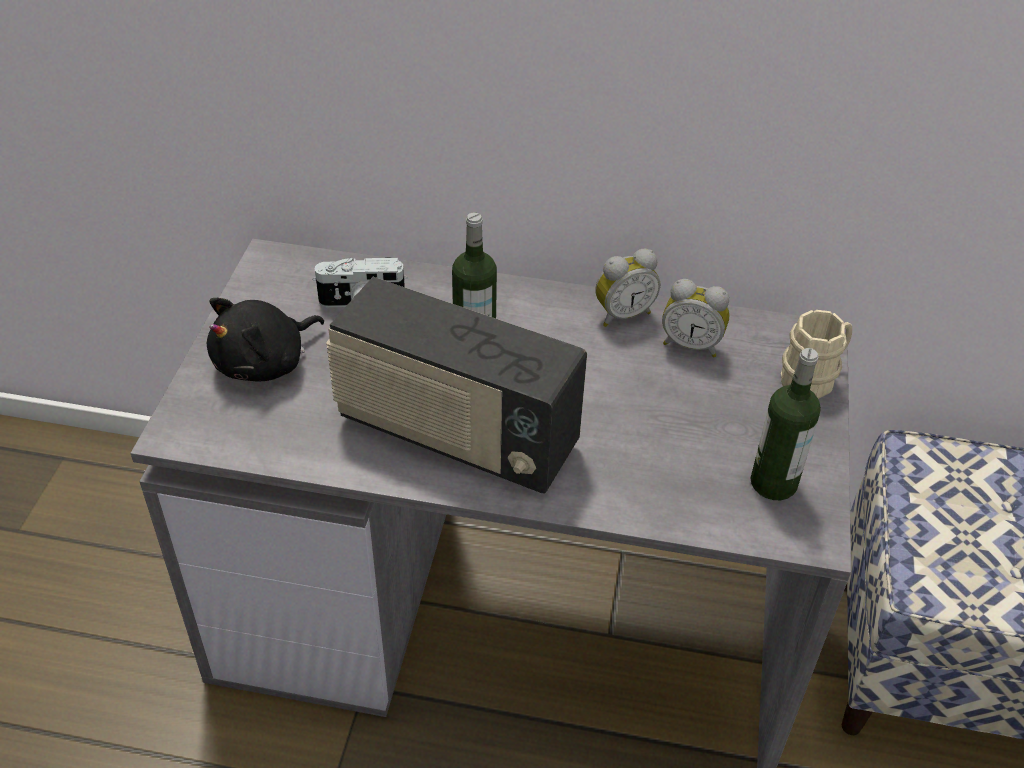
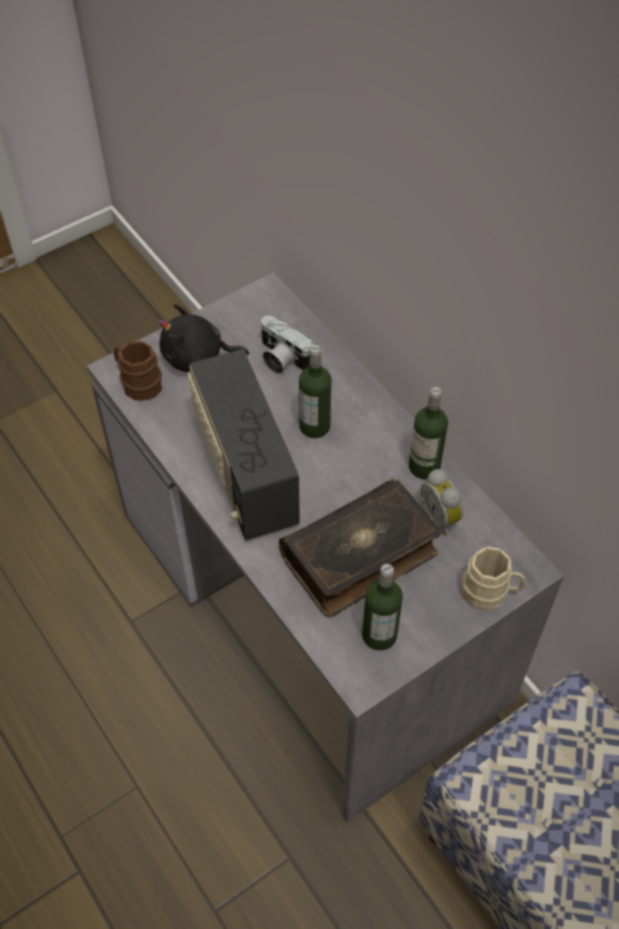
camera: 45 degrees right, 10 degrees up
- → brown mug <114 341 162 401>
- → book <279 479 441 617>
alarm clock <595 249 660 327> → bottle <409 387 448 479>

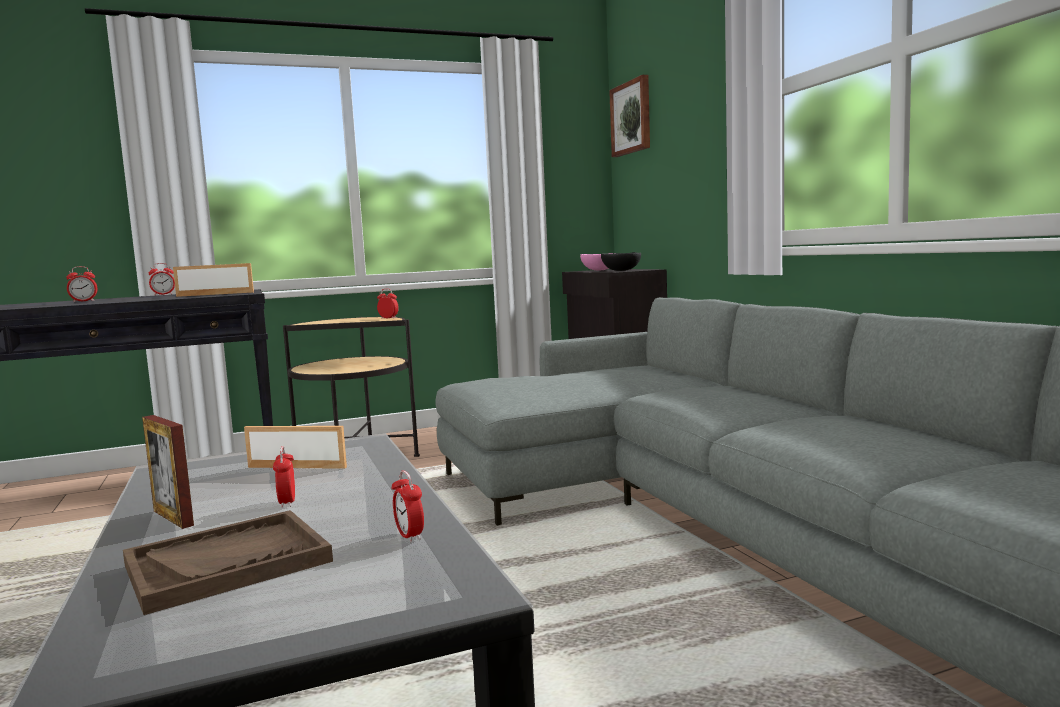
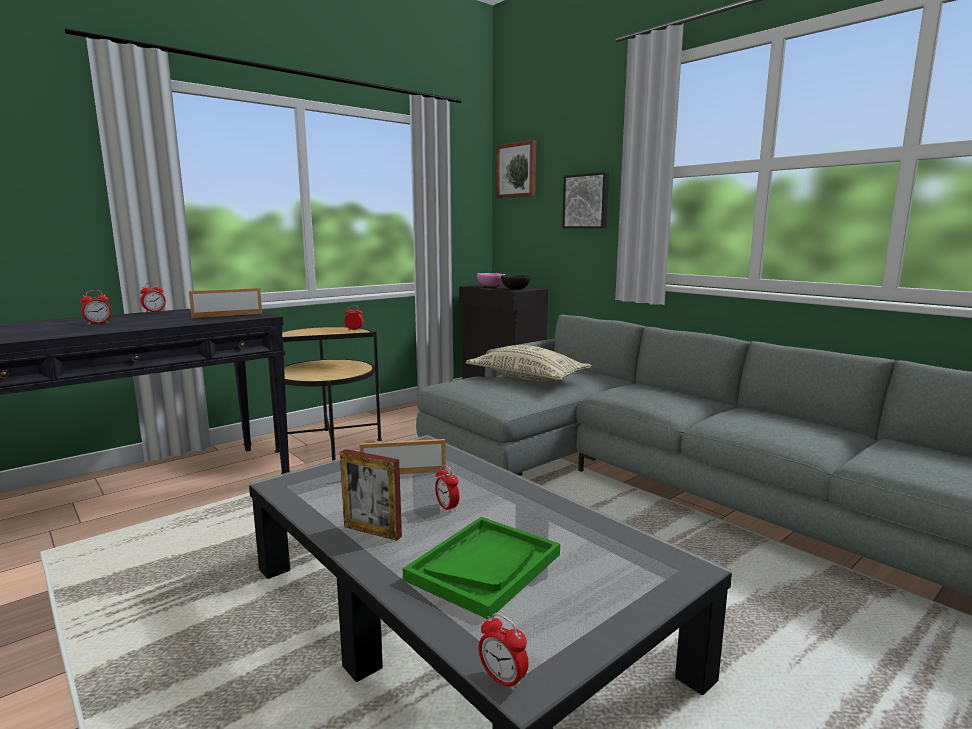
camera: 20 degrees left, 5 degrees up
- → beige pillow <466 345 592 381>
- → picture <562 172 609 228>
alarm clock <392 470 424 542> → alarm clock <479 613 529 691>, moved
brown tray <123 510 333 615> → green tray <403 517 560 619>

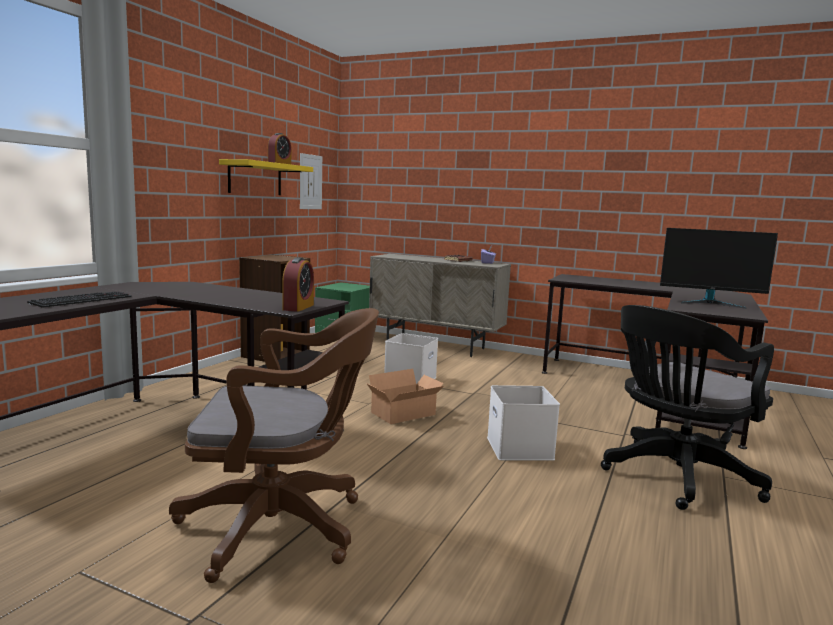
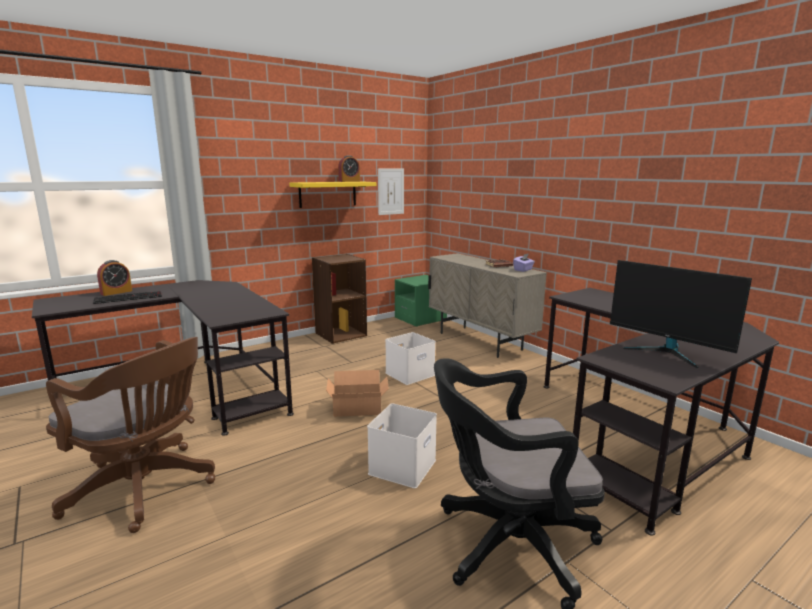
camera: 30 degrees right, 5 degrees up
alarm clock <282 257 314 312> → alarm clock <97 260 132 296>, moved

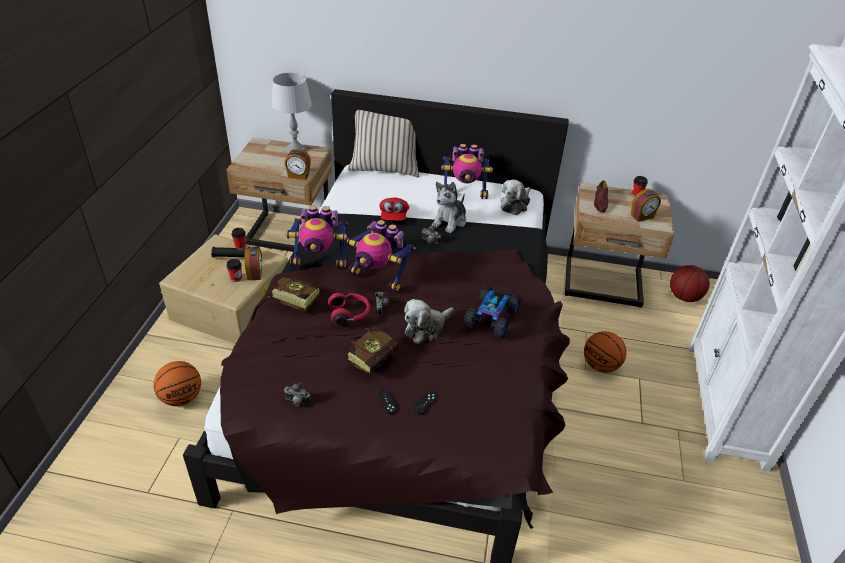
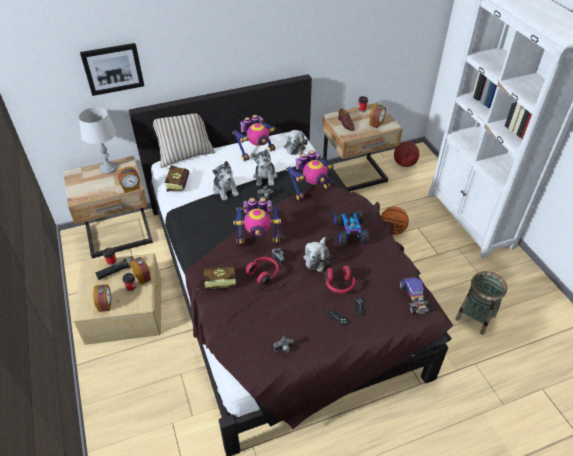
camera: 30 degrees left, 5 degrees up
basketball <154 361 201 406> → -
- → picture <80 43 144 96>
- → alarm clock <93 285 112 312>
- → red headphones <324 266 355 293>
- → toy car <400 277 432 314>
- → basket <456 271 507 335>
toy robot <285 205 348 269> → toy robot <286 150 334 201>, moved
book <347 325 399 374> → book <165 166 189 192>, moved
red cap <379 198 409 221> → plush toy <213 161 239 201>

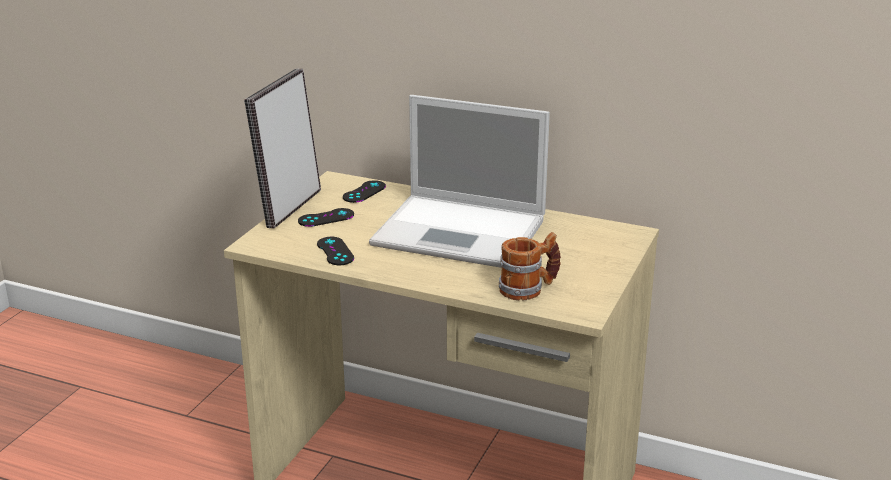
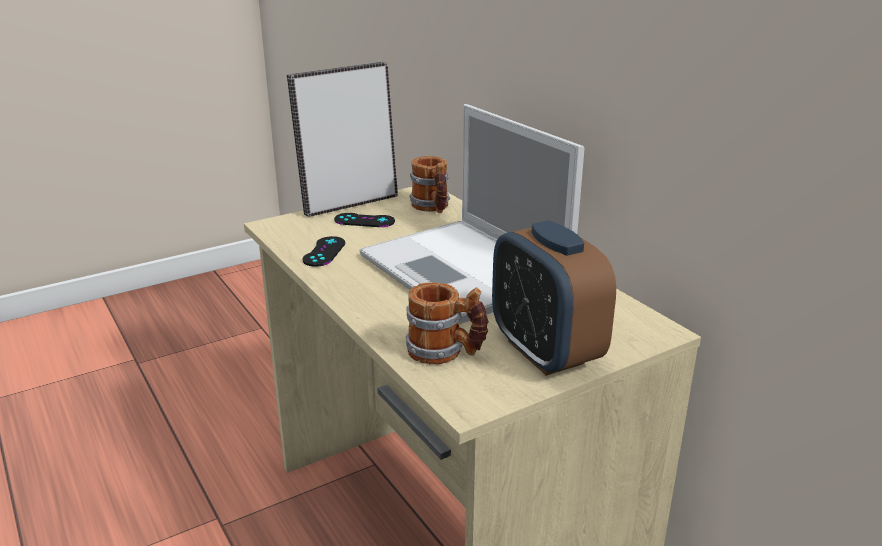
camera: 35 degrees right, 0 degrees up
- → alarm clock <492 220 616 376>
black game controller <343 180 386 203> → mug <409 156 450 213>

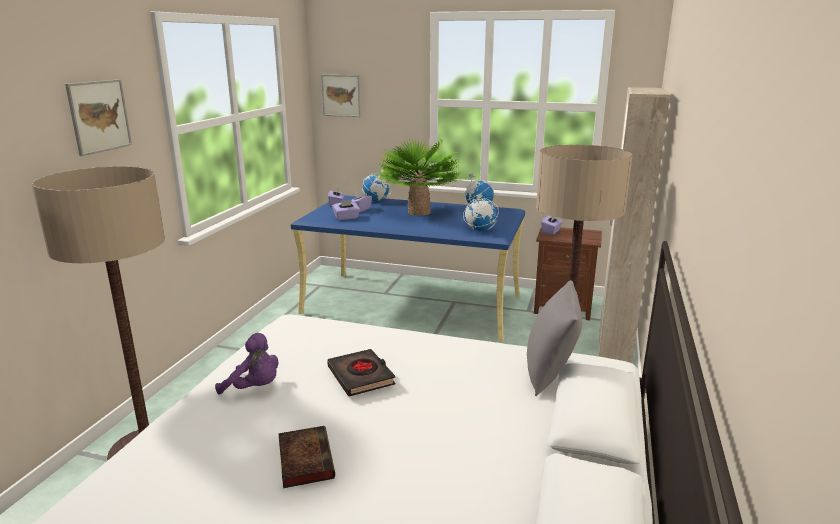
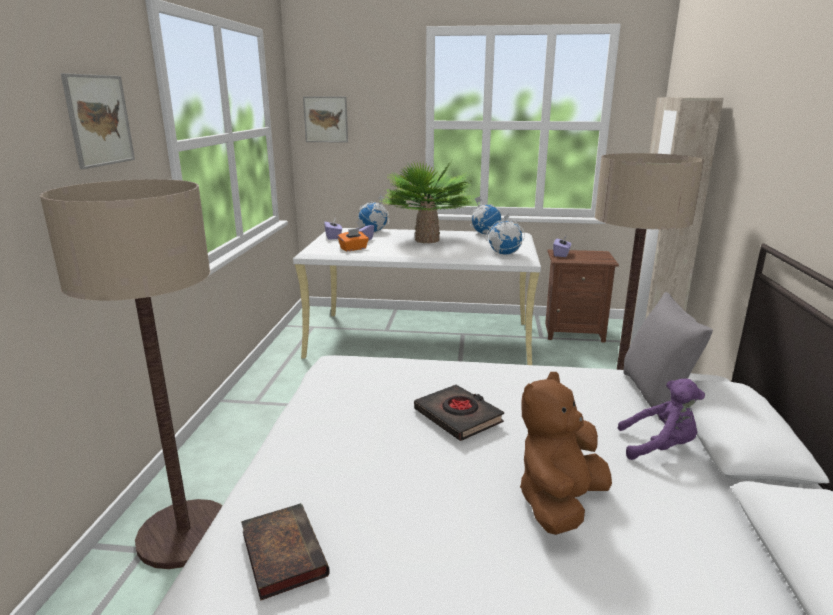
camera: 10 degrees left, 0 degrees up
- → brown plush toy <520 372 612 535>
purple plush toy <215 333 279 395> → purple plush toy <618 379 705 460>, moved
book <278 426 335 488> → book <241 503 330 601>, moved
blue desk <291 195 525 342> → white desk <293 228 541 365>
purple tissue box <332 200 360 220> → orange tissue box <338 228 369 251>

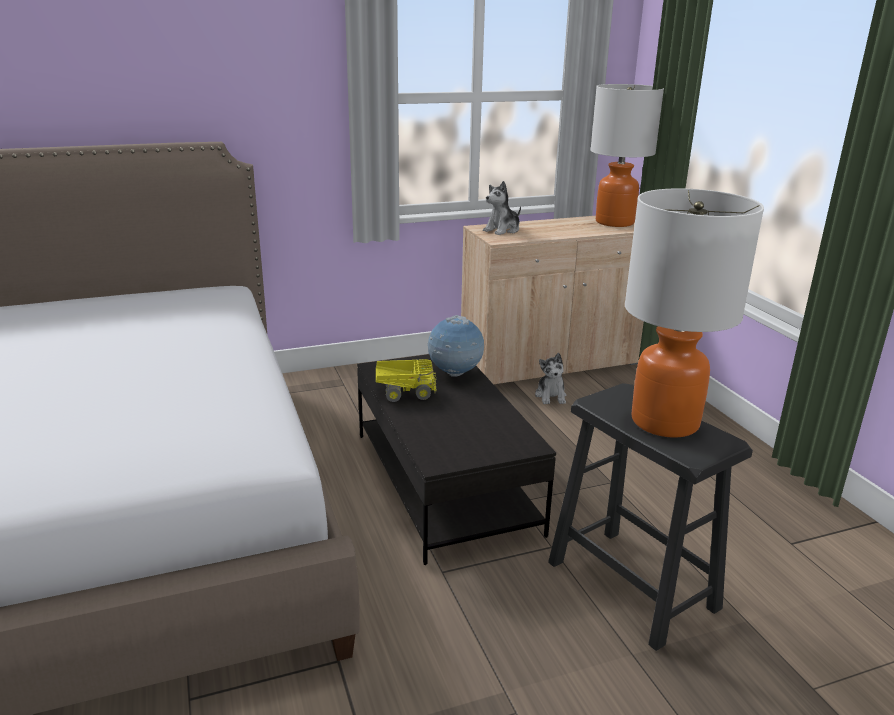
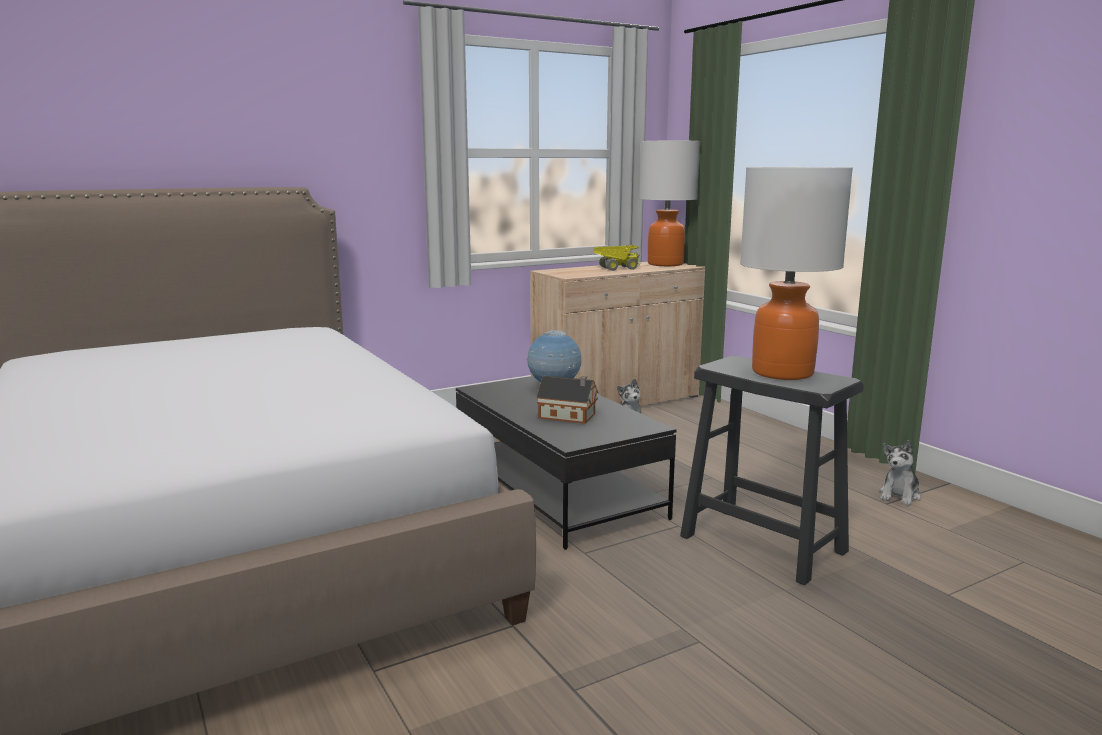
camera: 10 degrees left, 10 degrees down
- → toy house <536 376 598 424>
toy truck <376 359 437 402> → toy truck <593 245 640 271>, moved
plush toy <483 181 521 235> → plush toy <880 440 921 506>, moved

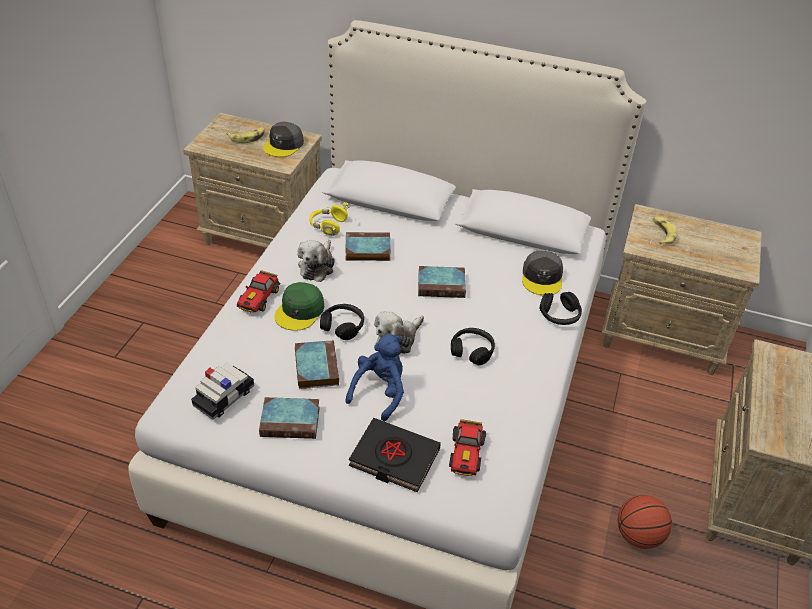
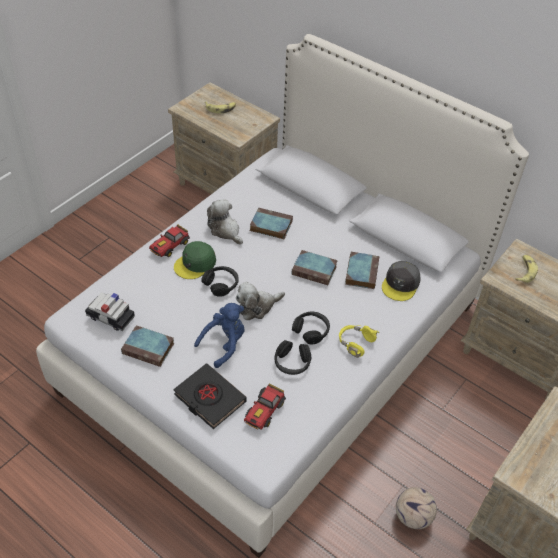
camera: 20 degrees right, 5 degrees up
grey cap <263 122 304 157> → -
book <295 340 339 389> → book <345 252 379 289>, moved
yellow headphones <309 202 349 236> → yellow headphones <339 325 379 358>, moved
black headphones <539 292 582 325> → black headphones <274 340 311 375>, moved
basketball <617 495 672 549> → football <396 487 437 529>
toy car <191 363 254 420> → toy car <85 292 135 331>, 120 degrees counterclockwise
plush toy <297 240 335 282> → plush toy <207 199 243 245>, 105 degrees clockwise

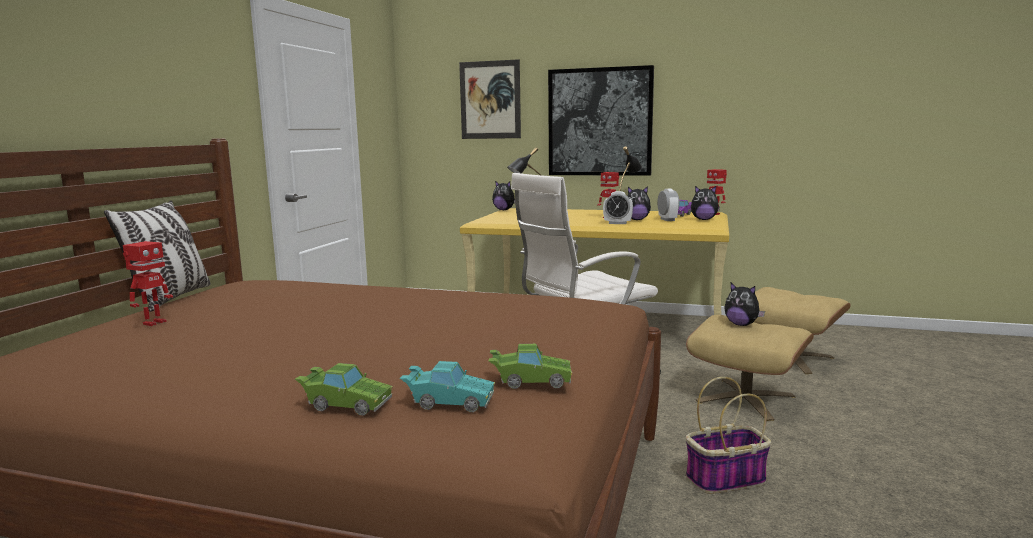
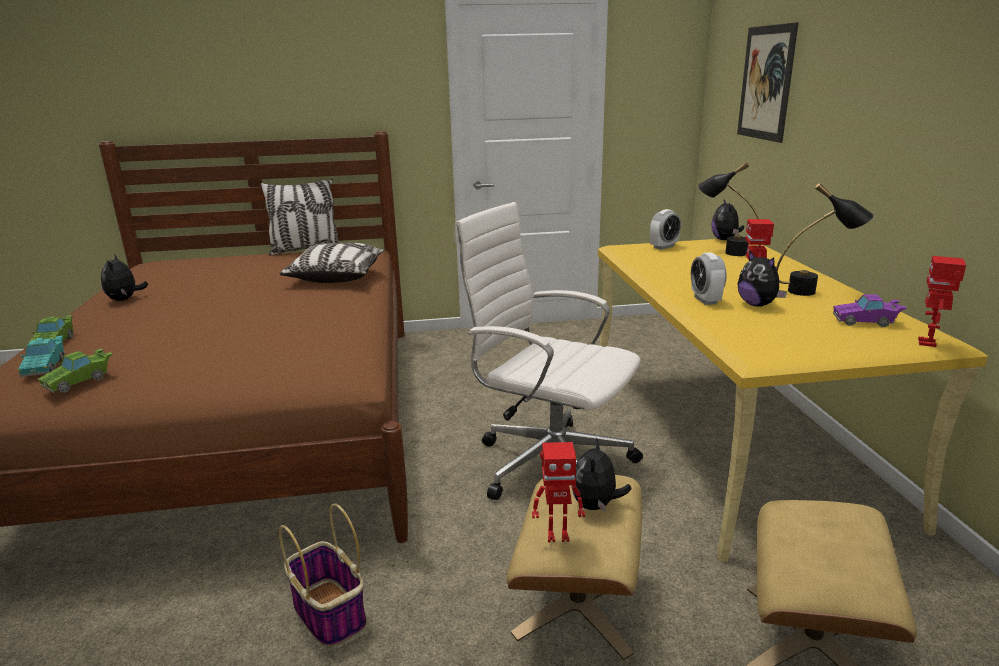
camera: 65 degrees right, 10 degrees up
picture <548 65 654 176> → -
- → pillow <280 243 384 283>
toy robot <123 241 173 326> → toy robot <532 442 585 542>, moved
alarm clock <657 189 679 221> → alarm clock <650 209 681 250>, moved
plush toy <691 186 720 220> → plush toy <101 254 148 301>, moved
green toy car <489 344 572 389> → green toy car <38 349 113 393>, 60 degrees clockwise

